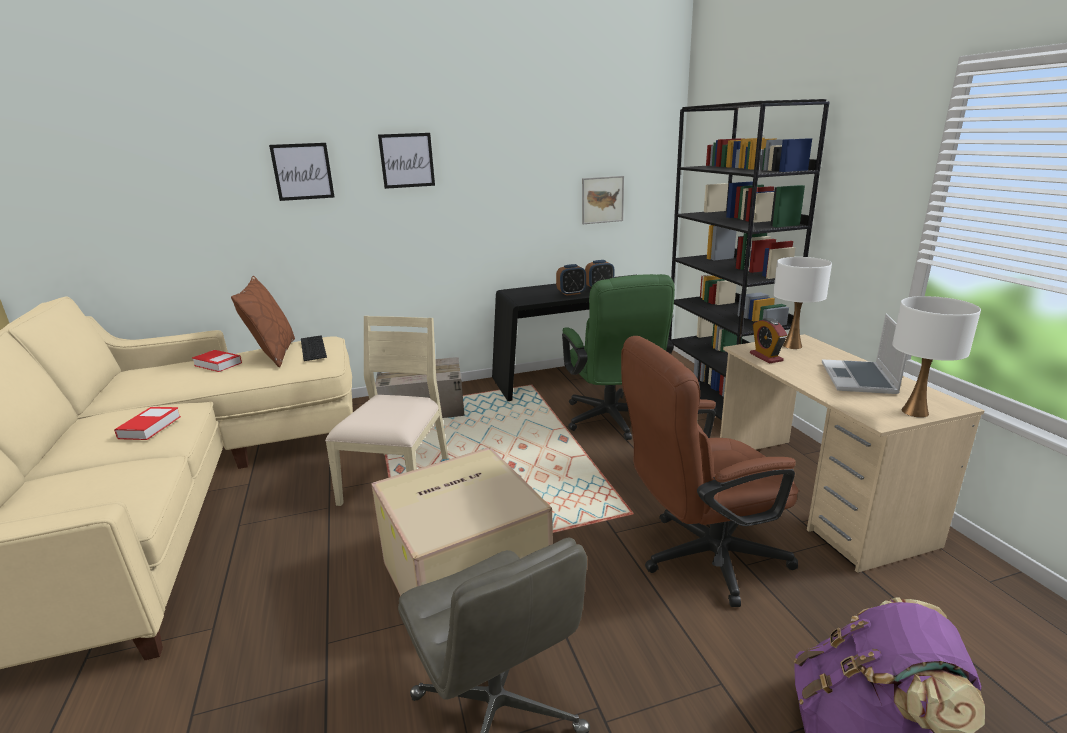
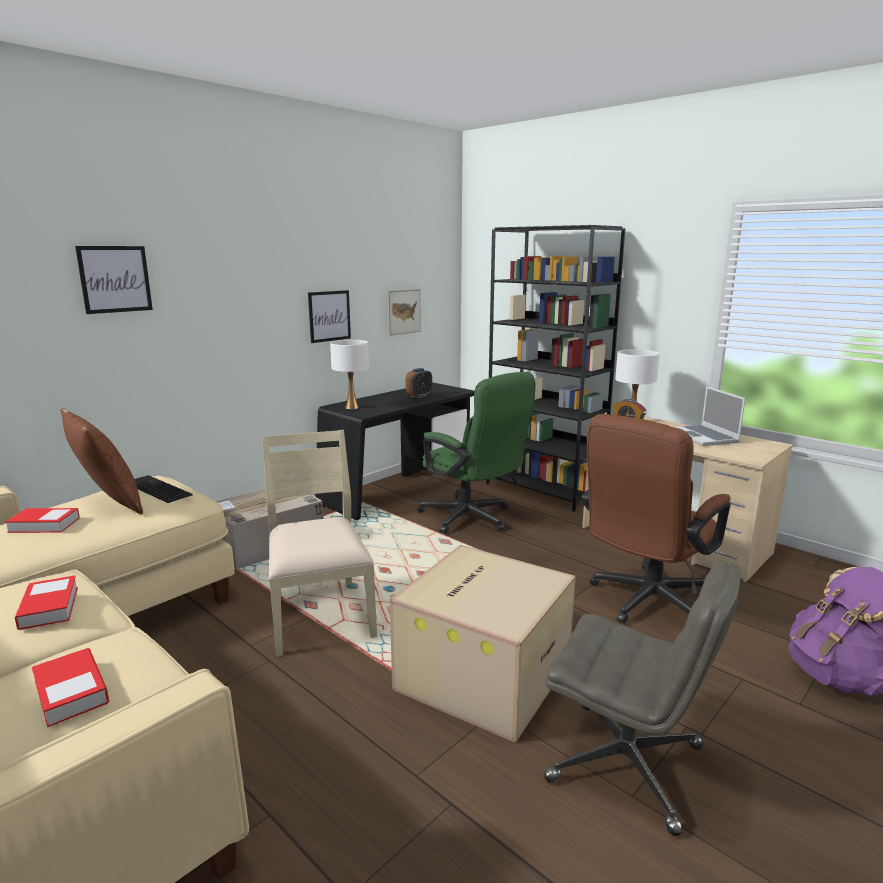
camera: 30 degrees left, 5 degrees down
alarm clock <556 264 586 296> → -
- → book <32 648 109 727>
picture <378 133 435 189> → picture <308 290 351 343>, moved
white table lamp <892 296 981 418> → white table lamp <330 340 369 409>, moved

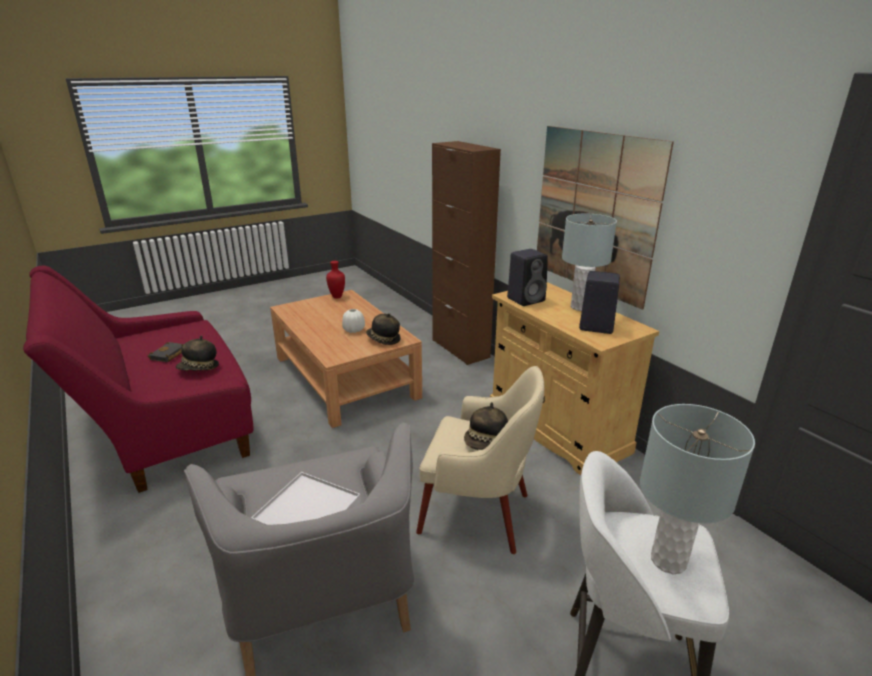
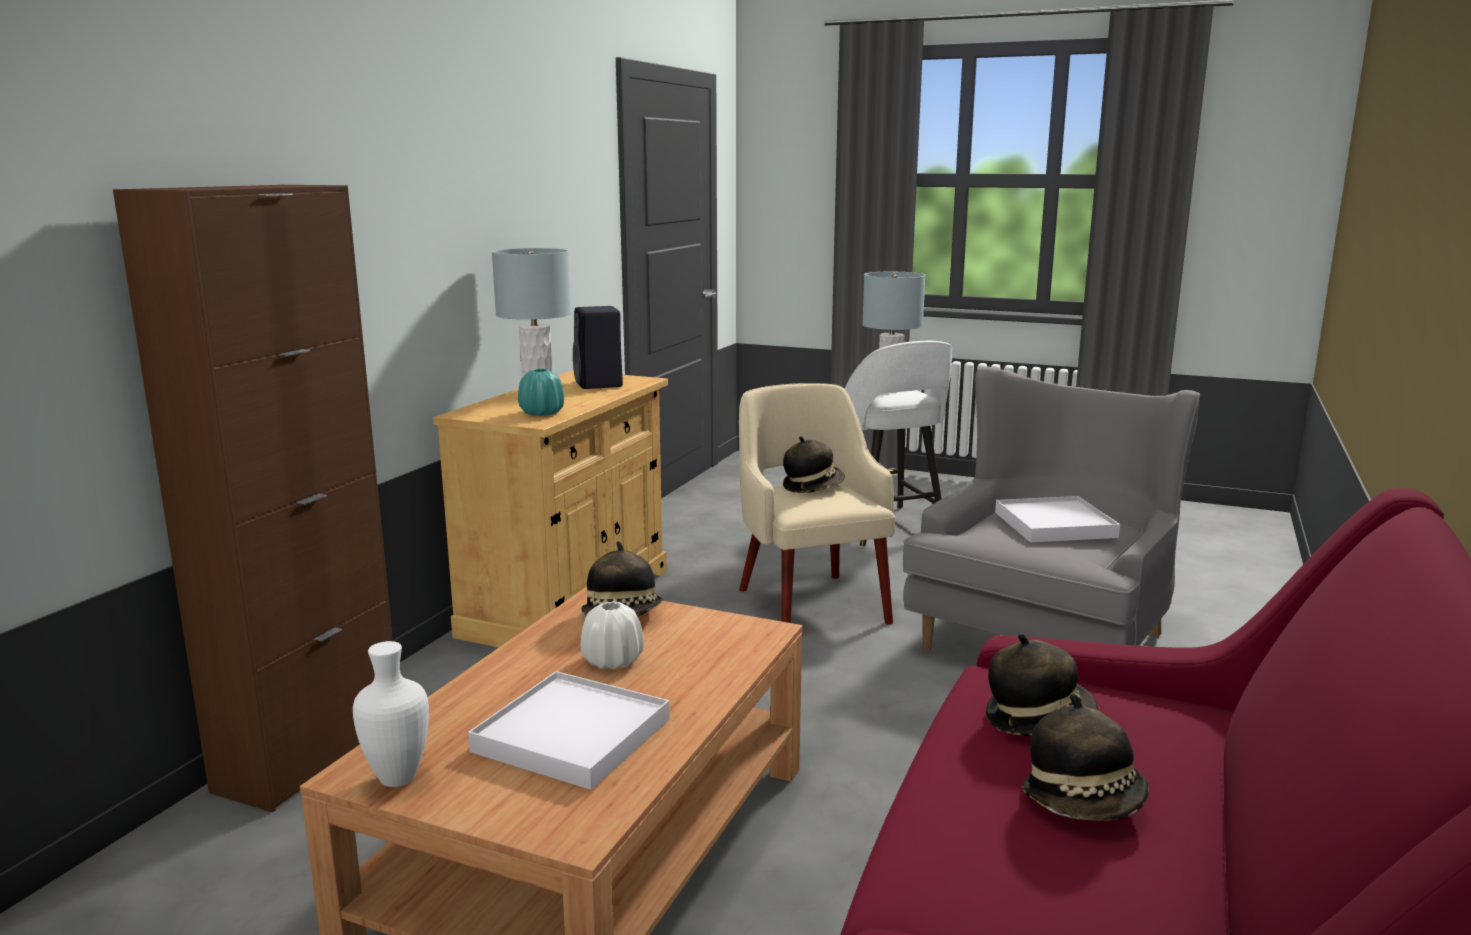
camera: 125 degrees left, 10 degrees down
picture <537 126 674 310> → -
- → white tray <468 671 670 790>
black book <147 342 184 362> → hat <1022 694 1149 821>
black speaker <507 249 548 306> → turquoise vase <518 369 564 416>
red vase <326 261 345 298> → white vase <353 641 429 787>

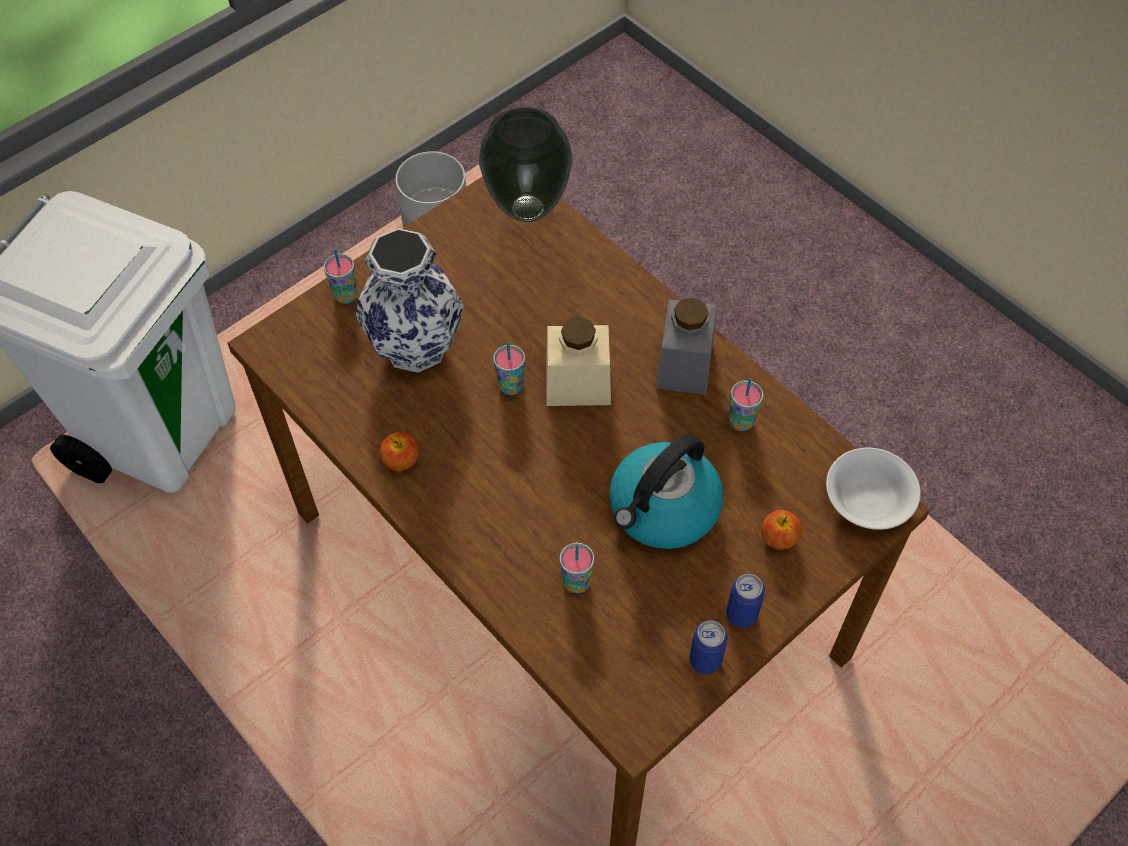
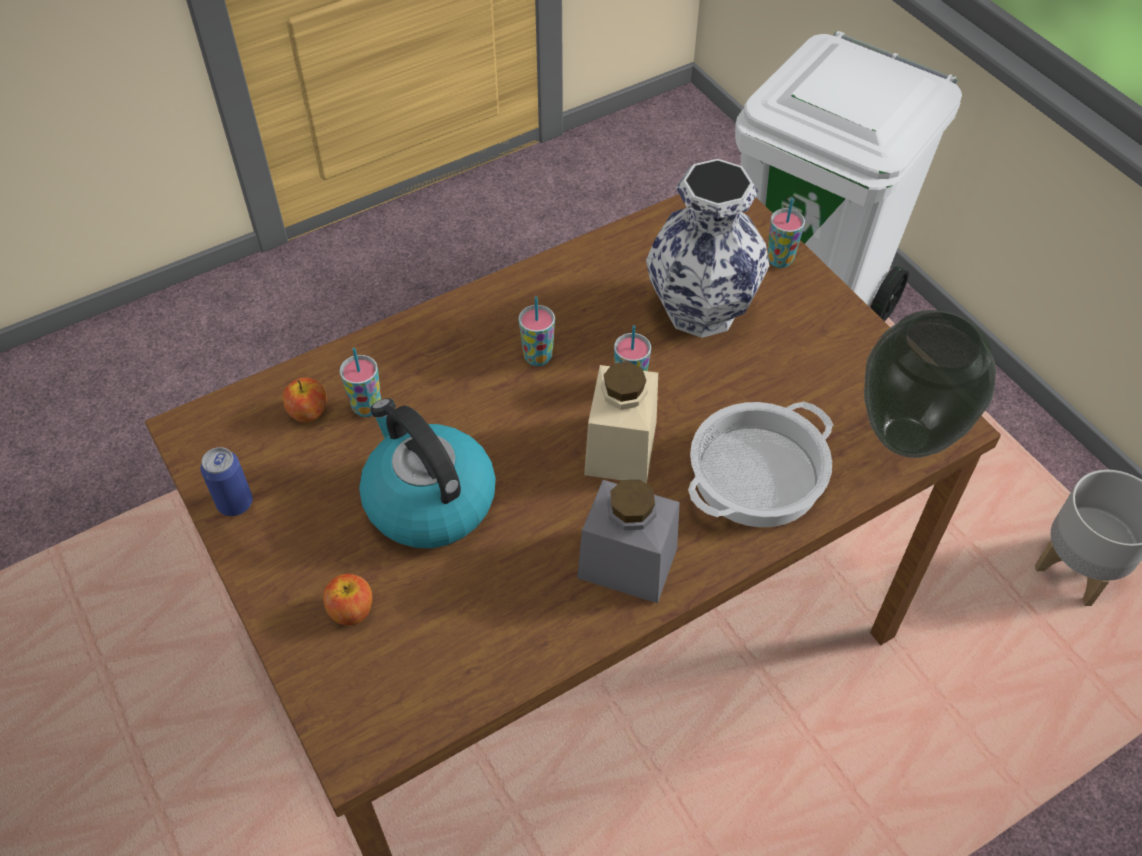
camera: 100 degrees right, 5 degrees down
can <726 574 765 628> → -
white bowl <826 448 921 530> → -
- → cooking pot <688 401 834 528>
apple <380 432 419 471> → apple <283 378 327 422>, moved
cup <729 378 763 431> → cup <518 296 555 366>, moved

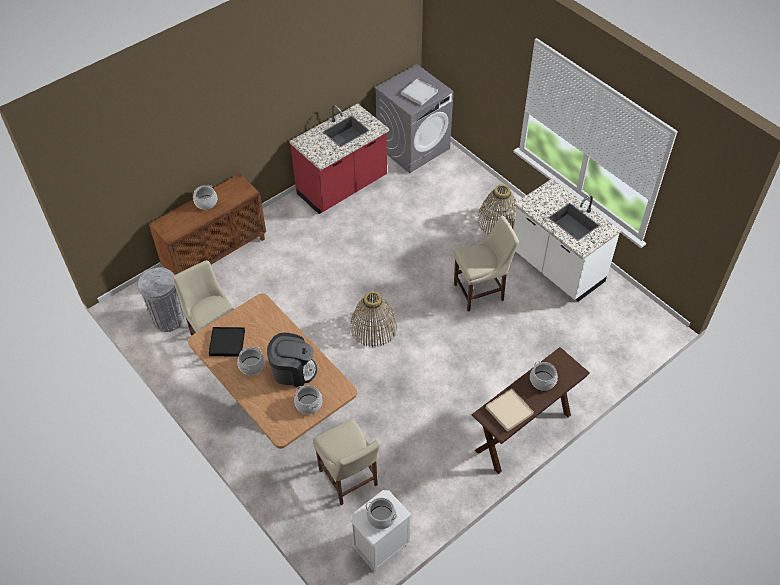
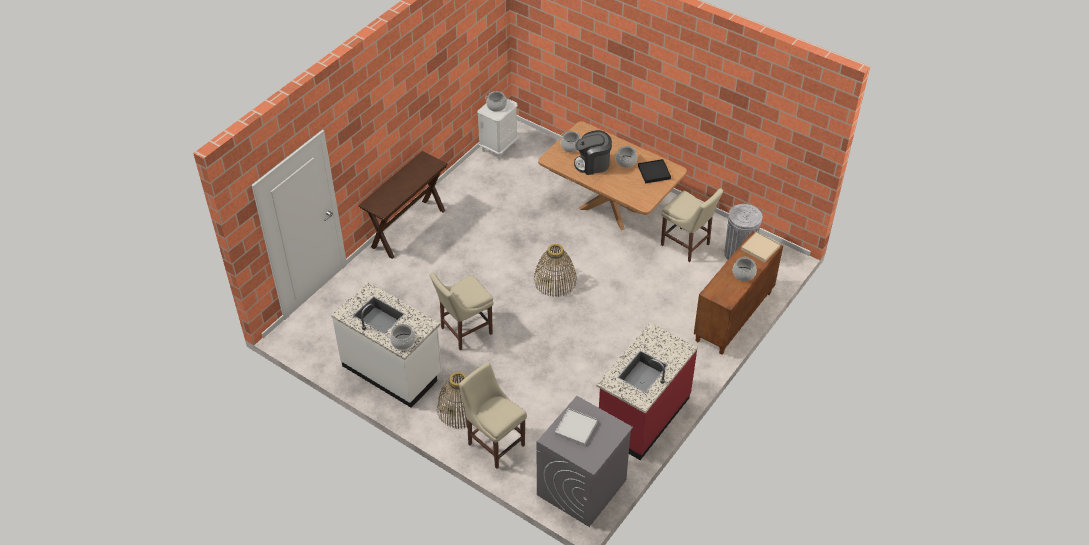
camera: 165 degrees right, 5 degrees down
beige chair <313 418 380 505> → beige chair <459 362 527 469>, moved
beige tray <486 388 534 432> → beige tray <741 232 780 263>, moved
cooking pot <530 361 558 391> → cooking pot <390 324 415 350>, moved

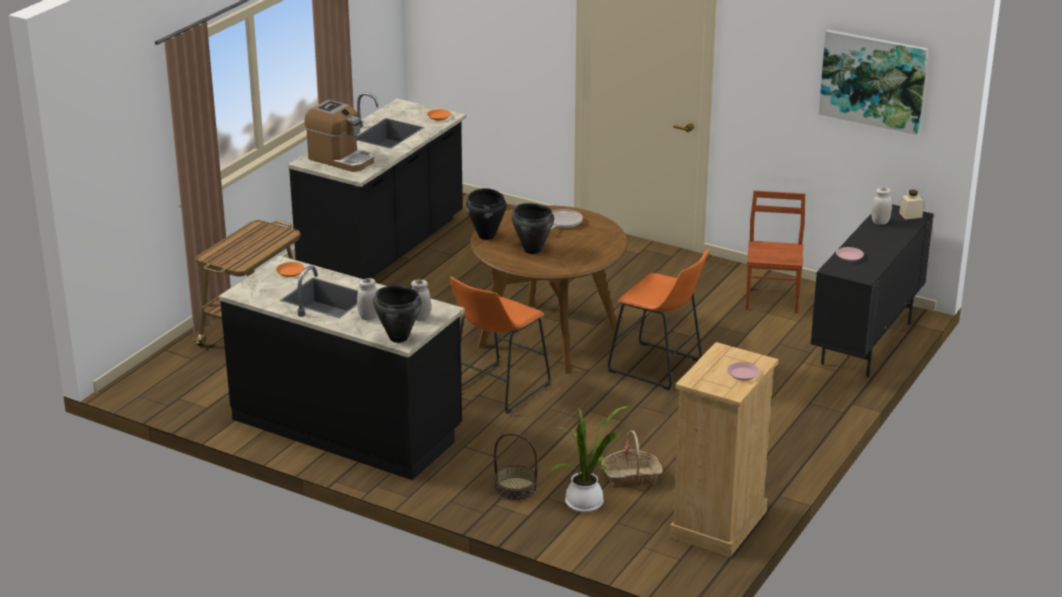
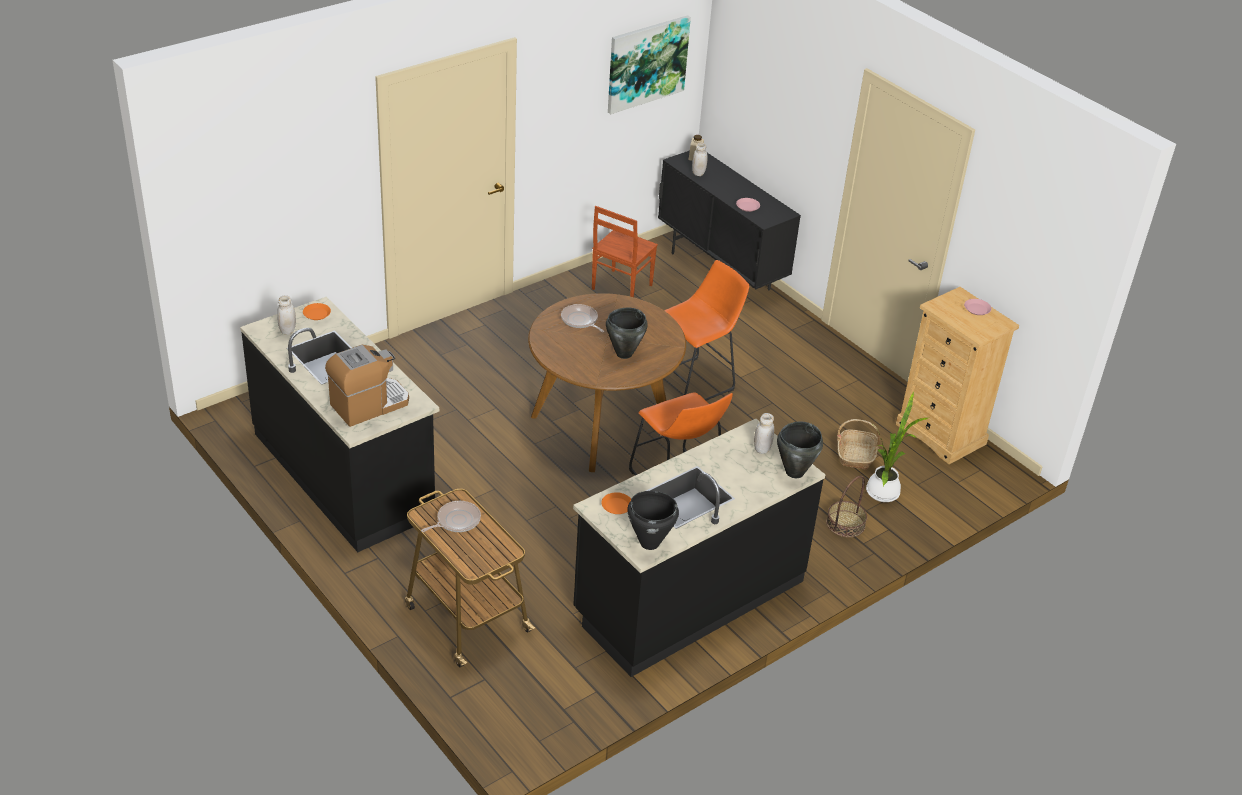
camera: 70 degrees left, 10 degrees up
- → frying pan <421 501 481 532>
white jar <357 278 378 320> → white jar <277 295 296 335>, moved
black cooking pot <466 188 506 240> → black cooking pot <627 491 679 550>, moved
brown chair <746 191 805 313> → brown chair <592 206 658 297>, 90 degrees counterclockwise

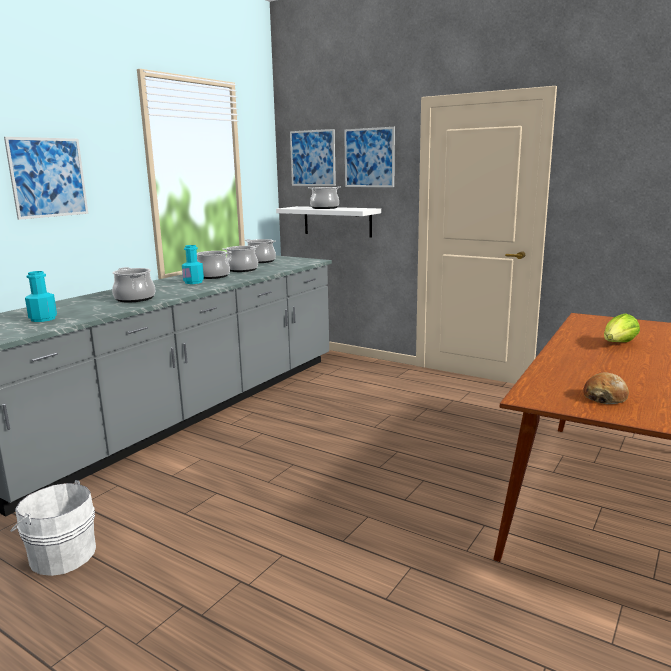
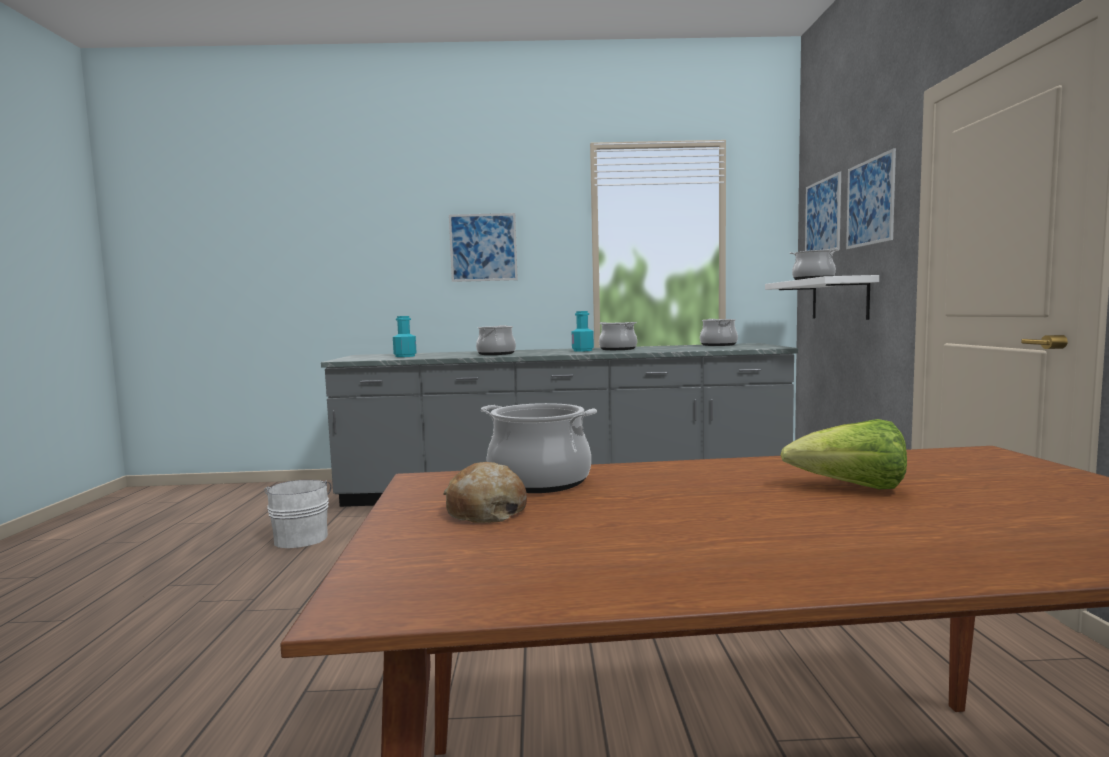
camera: 55 degrees right, 10 degrees down
cooking pot <223 245 259 272> → cooking pot <481 403 597 493>, moved

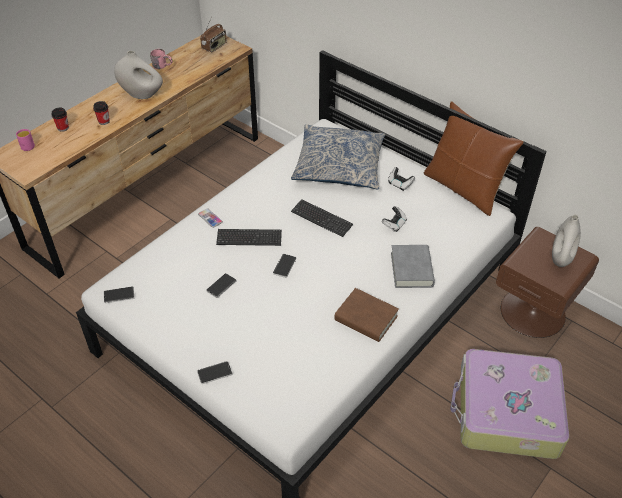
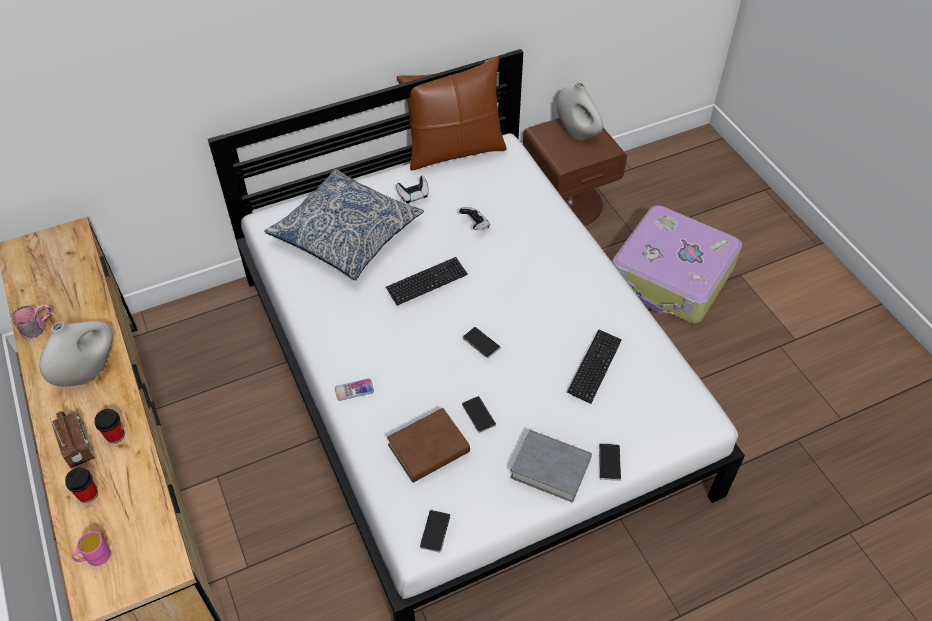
camera: 65 degrees left, 5 degrees up
radio <200 18 227 52> → radio <48 411 95 468>, moved
keyboard <216 229 282 246> → keyboard <567 329 622 404>, moved
brown book <334 288 399 342> → brown book <387 408 470 483>, moved
grey book <391 245 435 288> → grey book <510 430 592 503>, moved

